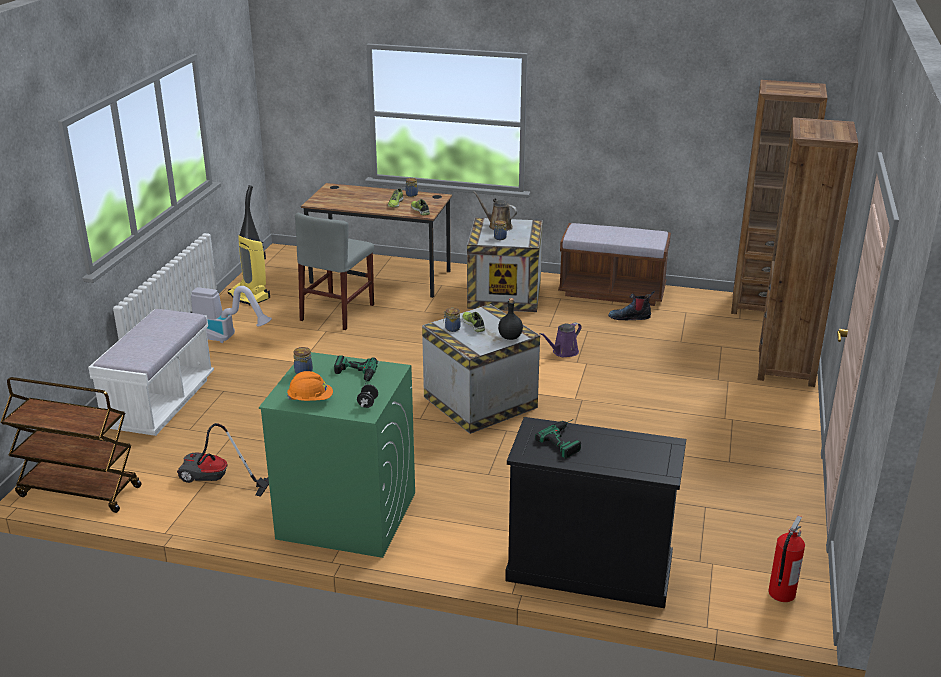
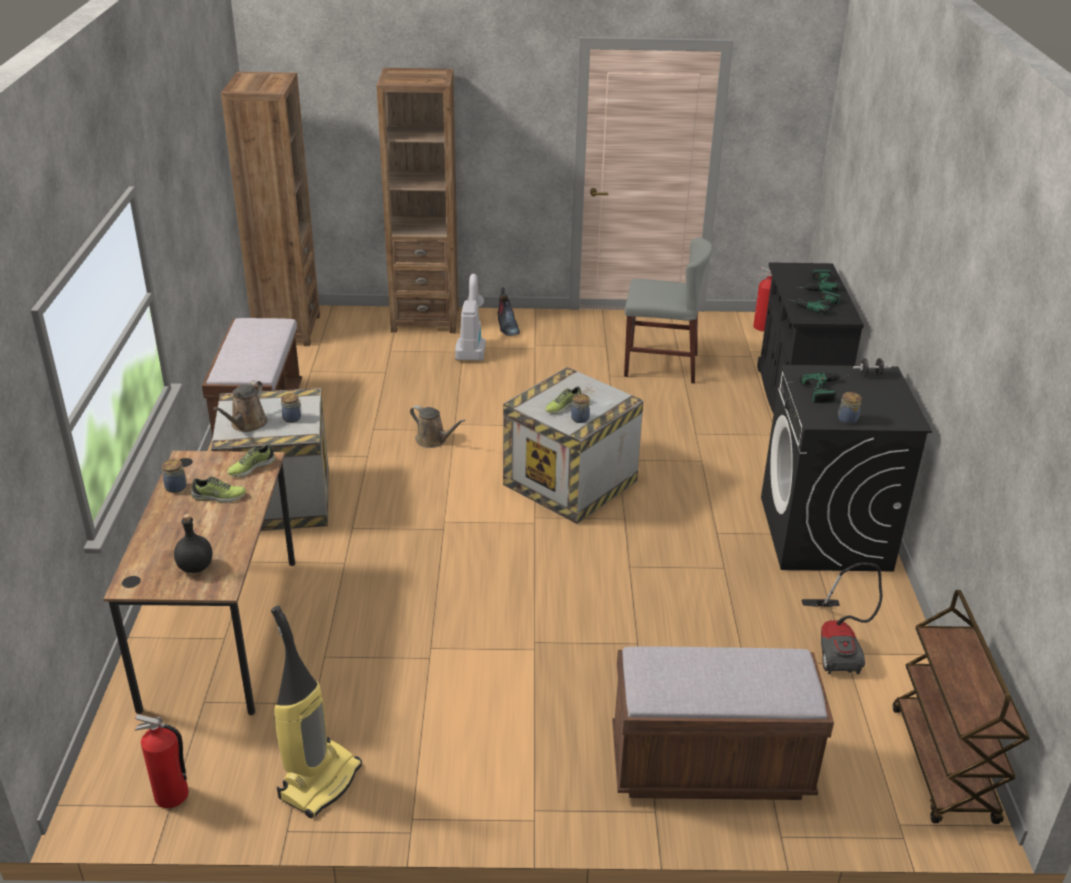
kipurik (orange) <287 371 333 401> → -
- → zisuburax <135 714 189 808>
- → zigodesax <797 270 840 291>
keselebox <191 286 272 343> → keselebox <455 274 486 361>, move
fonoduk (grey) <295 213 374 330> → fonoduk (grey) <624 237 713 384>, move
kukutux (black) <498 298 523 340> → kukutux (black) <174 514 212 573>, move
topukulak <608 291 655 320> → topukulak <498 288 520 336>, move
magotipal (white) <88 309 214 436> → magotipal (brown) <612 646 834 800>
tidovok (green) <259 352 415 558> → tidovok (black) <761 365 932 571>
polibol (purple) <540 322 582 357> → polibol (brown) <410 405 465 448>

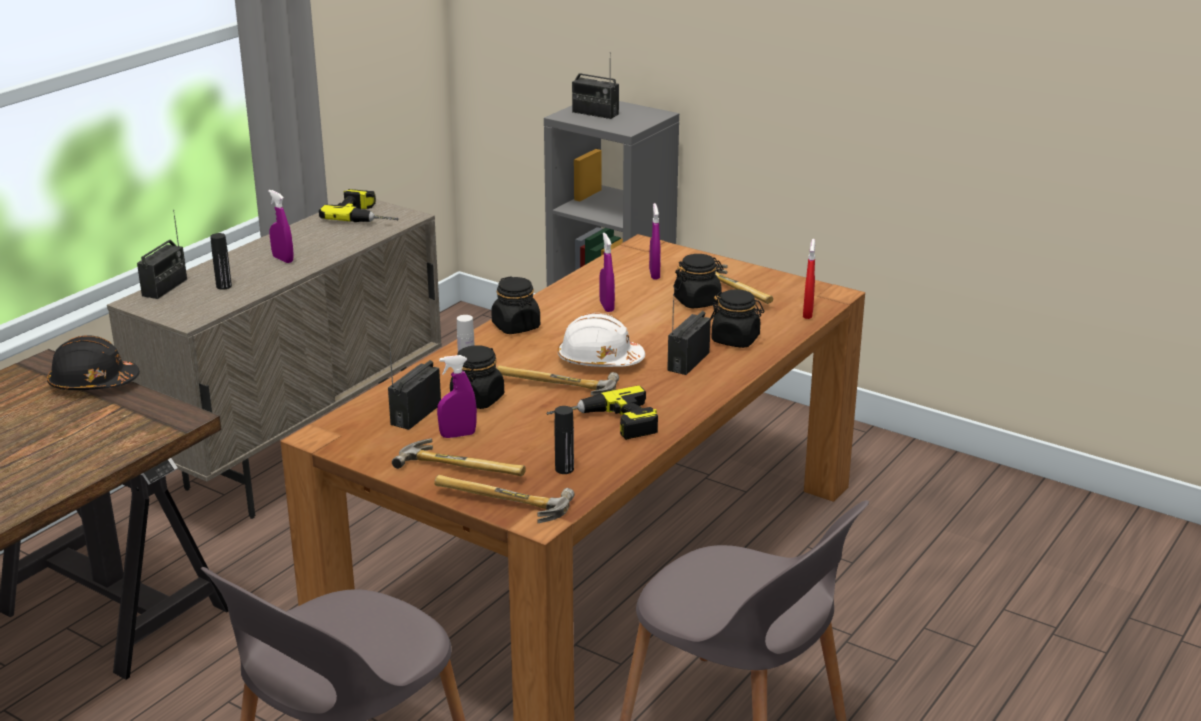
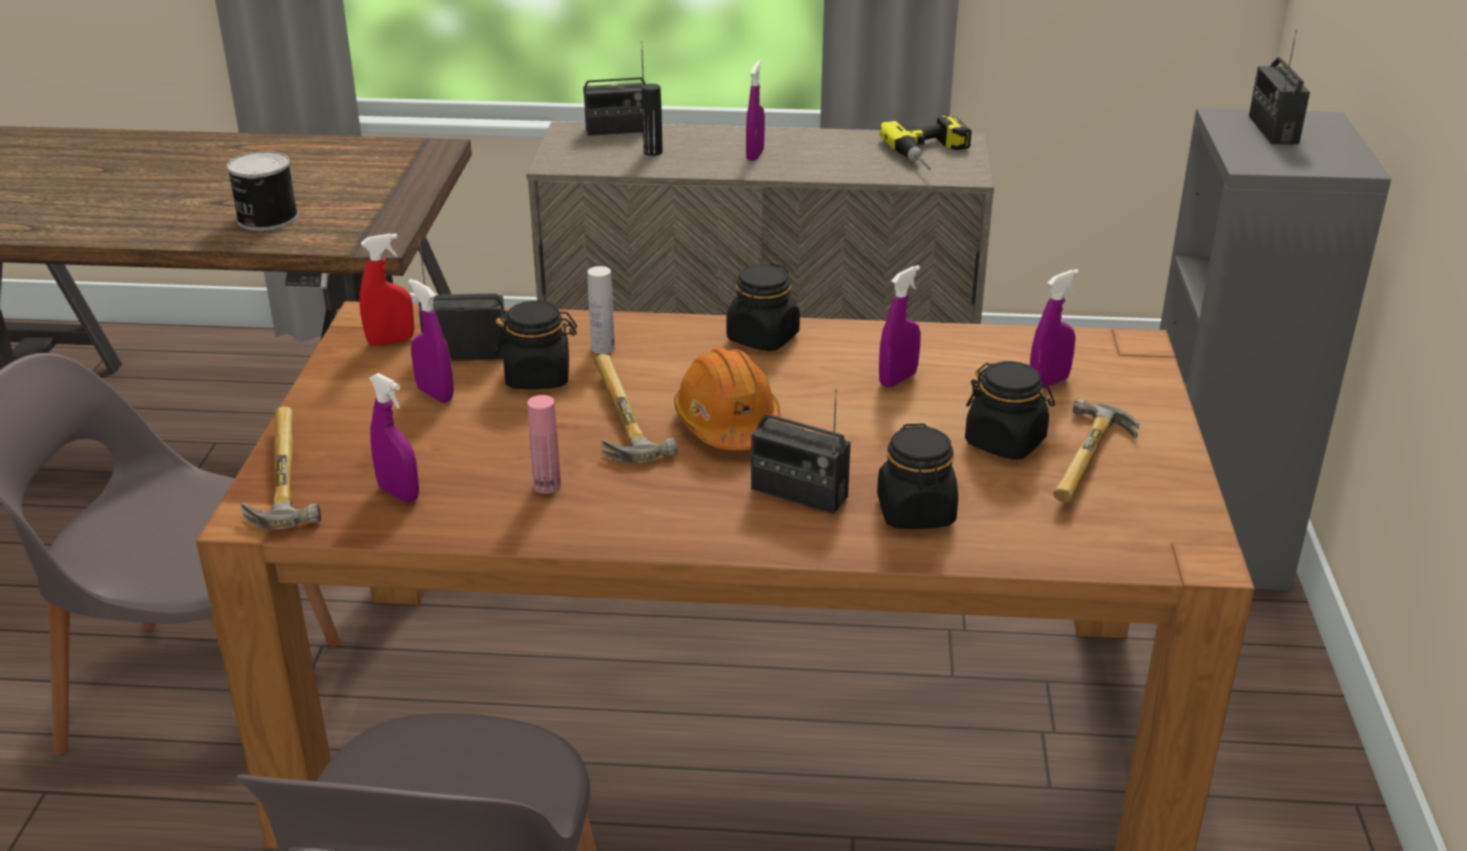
kipurik (black) <47 335 140 390> → -
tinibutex <392 438 526 476> → -
- → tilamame <227 151 298 231>
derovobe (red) <803 239 815 319> → derovobe (red) <360 233 414 346>, move
zigodesax <546 385 658 440> → kukutux (pink) <527 395 561 494>
kukutux (black) <554 406 574 474> → derovobe (purple) <369 373 419 502>
kipurik (white) <558 313 645 367> → kipurik (orange) <674 348 782 450>
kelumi <667 294 711 375> → kelumi <751 389 851 514>, 150 degrees counterclockwise

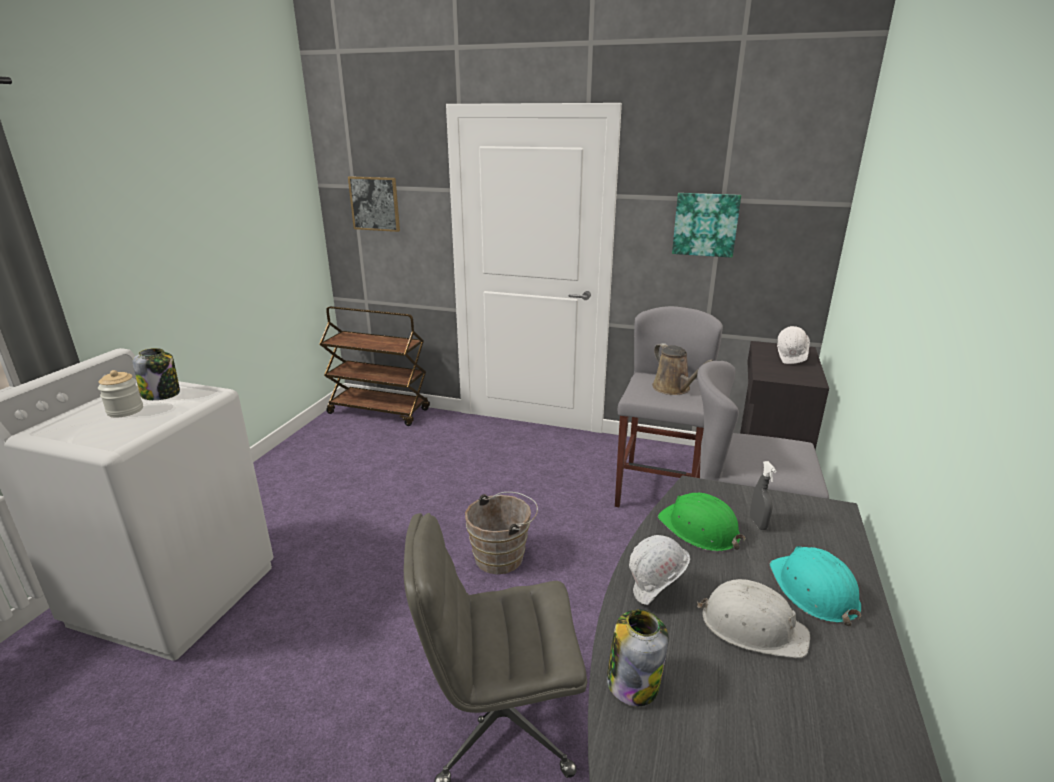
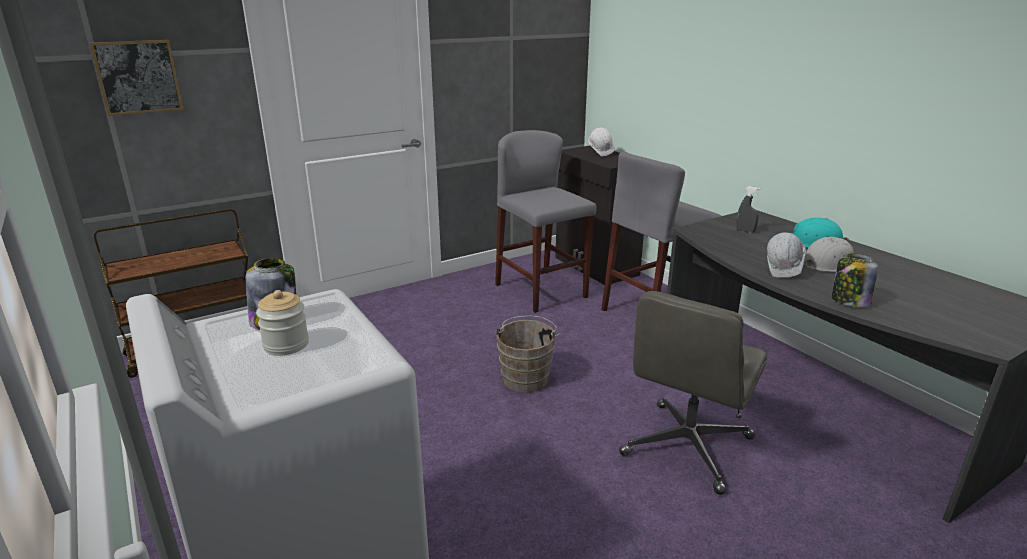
polibol (brown) <652 343 714 395> → -
kipurik (green) <658 493 746 551> → -
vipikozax <672 193 741 258> → -

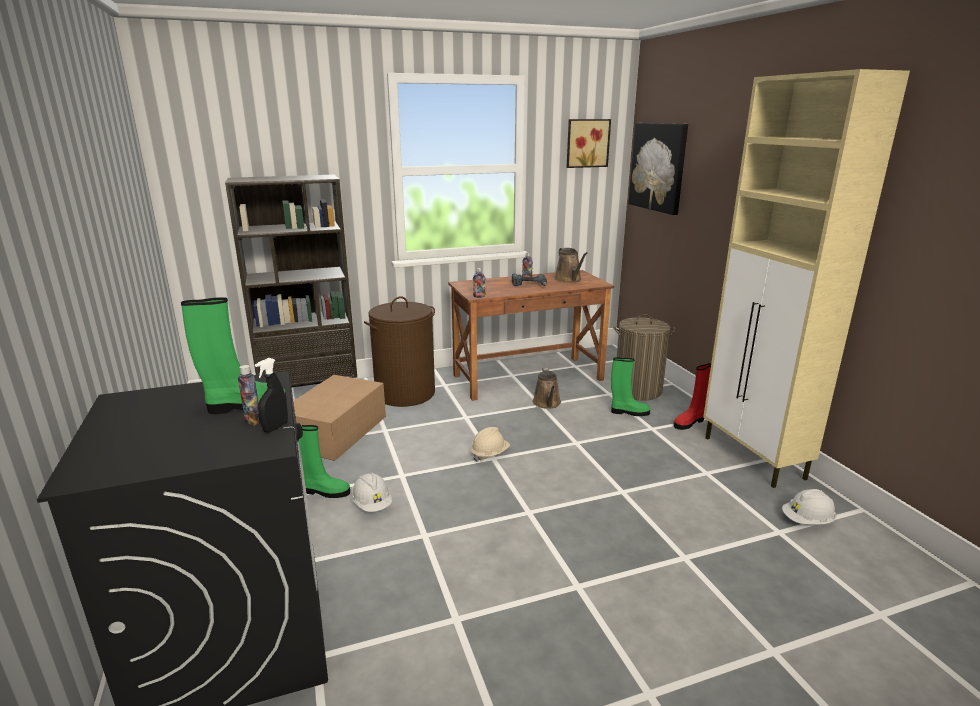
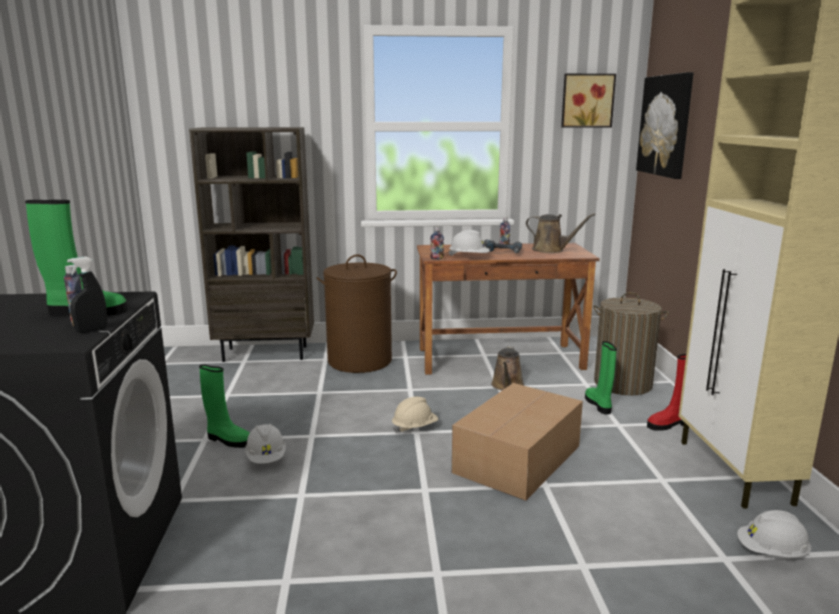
- → kipurik (white) <448 230 490 256>
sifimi <293 375 386 461> → sifimi <452 383 583 501>, move
polibol (brown) <554 247 588 283> → polibol (brown) <526 213 595 253>, 60 degrees counterclockwise
topukulak (green) <611 357 650 416> → topukulak (green) <585 341 617 414>, 120 degrees counterclockwise

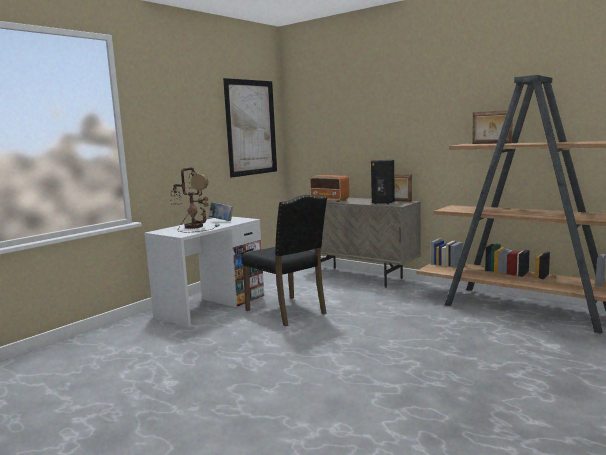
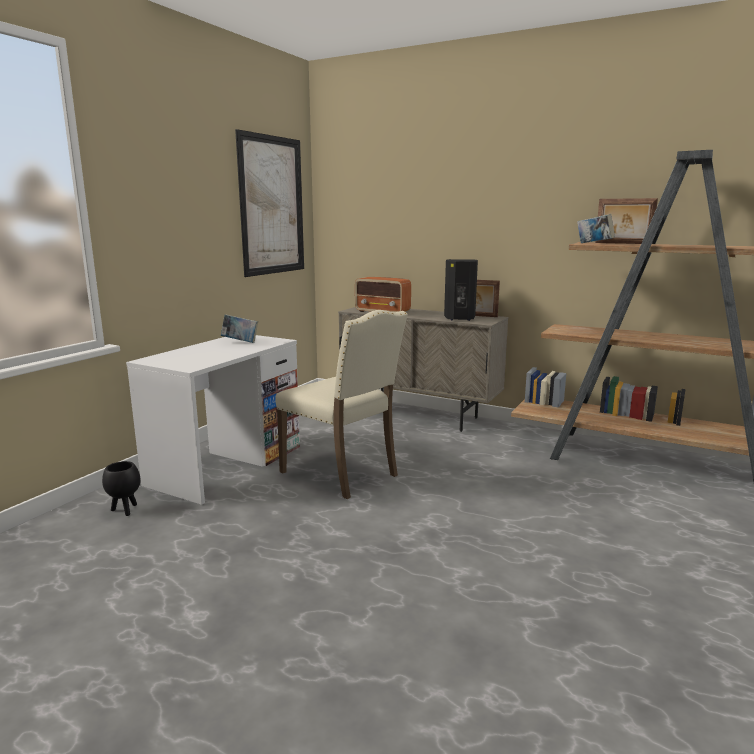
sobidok <170 167 220 233> → -
- → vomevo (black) <102 461 140 516>
- → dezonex <577 214 615 243>
fonoduk (black) <242 195 327 327> → fonoduk (beige) <275 310 408 499>

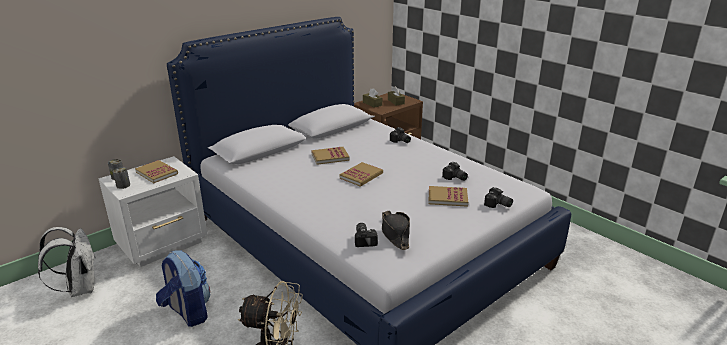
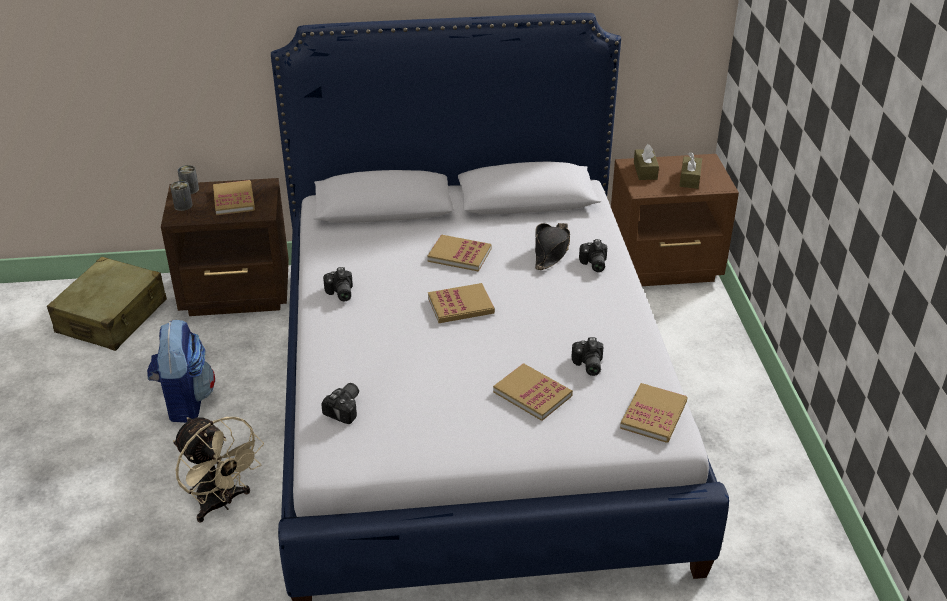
- → dezonex <620 383 688 443>
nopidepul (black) <382 211 410 250> → nopidepul (black) <535 223 570 270>, move
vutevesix <484 187 513 208> → vutevesix <323 267 353 301>, move
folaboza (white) <38 227 96 297> → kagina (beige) <47 257 167 351>
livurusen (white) <99 156 207 267> → livurusen (brown) <161 178 289 316>

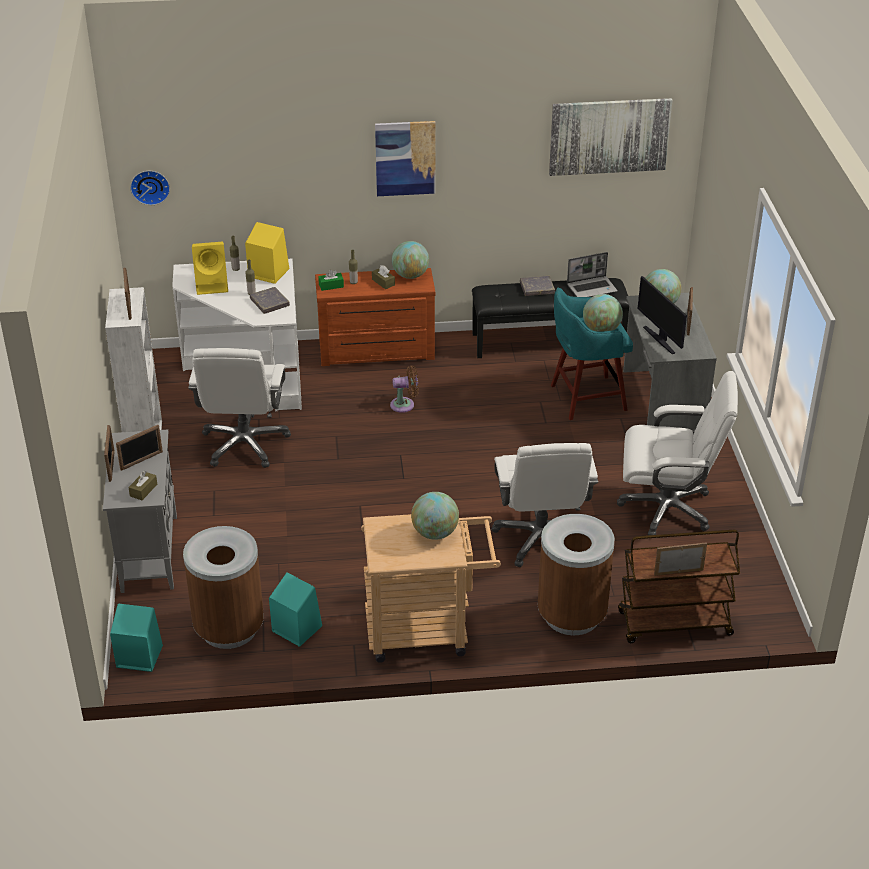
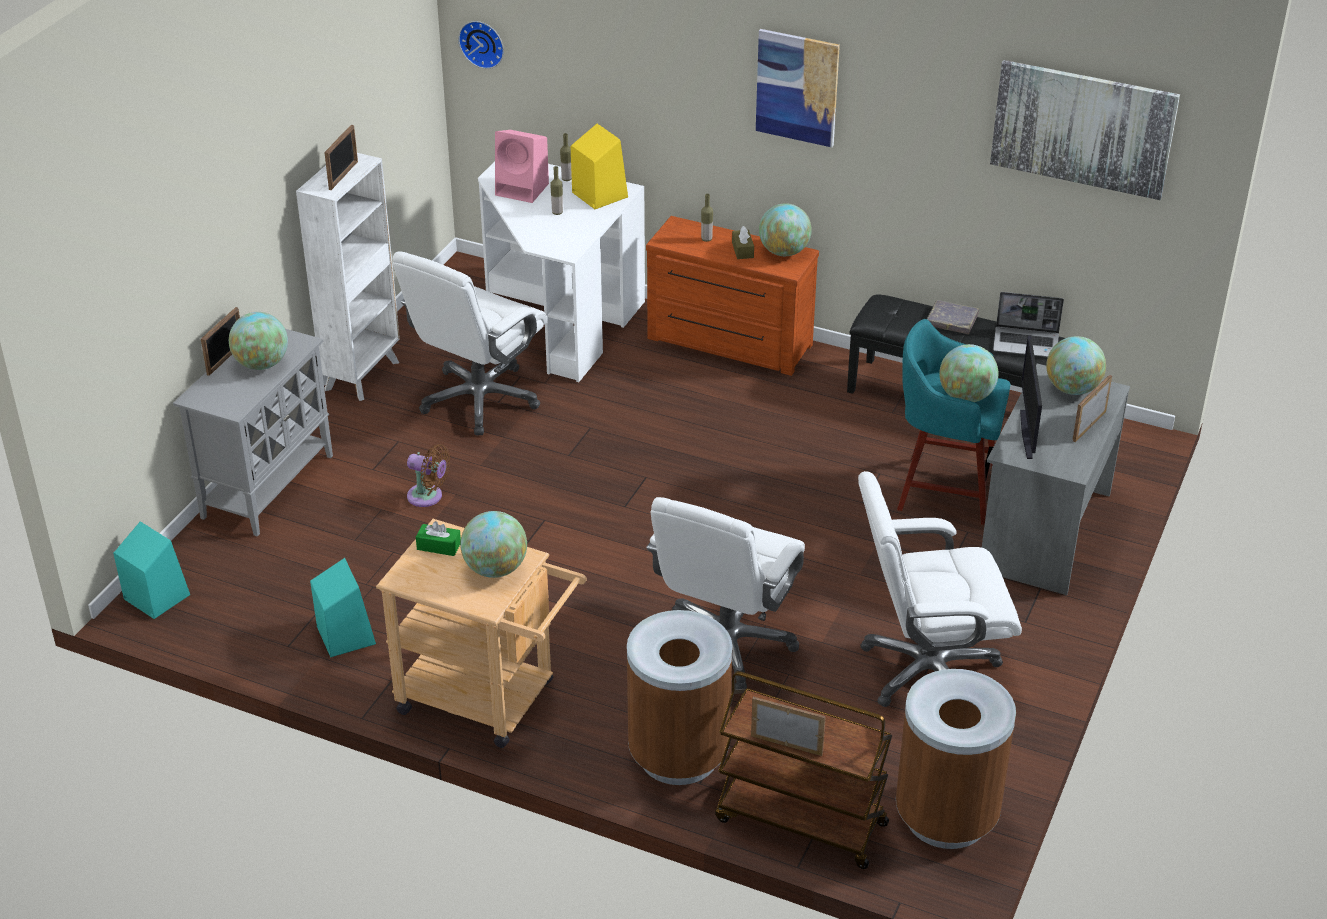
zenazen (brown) <128 471 157 500> → -
dezonex (grey) <250 287 290 314> → -
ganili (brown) <183 526 264 649> → ganili (brown) <896 669 1016 849>, move
zenazen (green) <318 270 344 291> → zenazen (green) <416 521 461 556>, move
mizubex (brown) <390 366 419 413> → mizubex (brown) <407 444 450 507>, move
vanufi <116 425 163 471> → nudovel <229 312 288 370>
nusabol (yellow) <192 242 228 295> → nusabol (pink) <495 130 549 203>
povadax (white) <617 371 738 535> → povadax (white) <858 471 1022 707>, 135 degrees clockwise

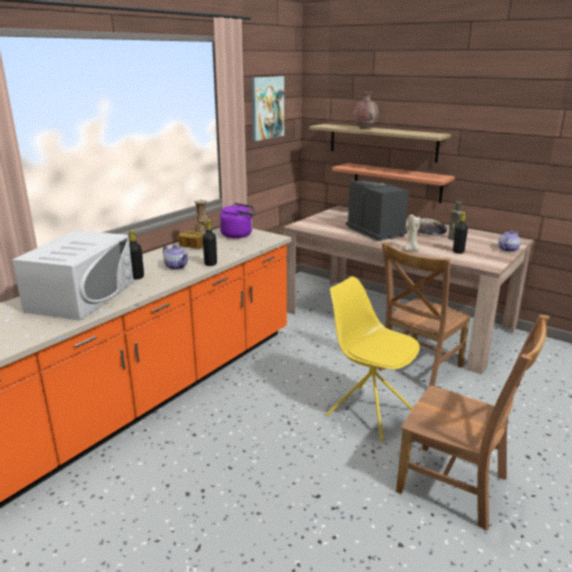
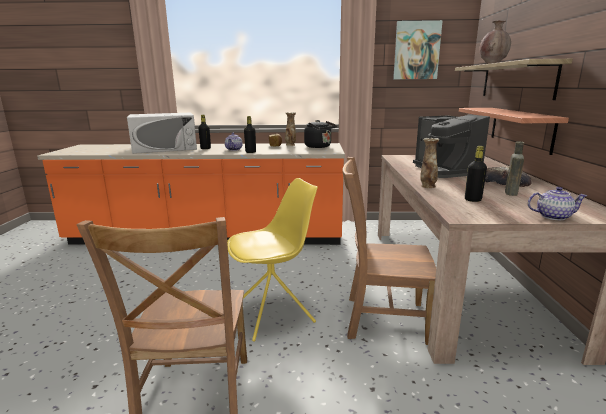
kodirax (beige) <405 215 420 251> → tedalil <420 138 440 188>
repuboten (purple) <219 203 255 238> → repuboten (black) <304 120 337 148>
fonoduk (yellow) <326 276 420 441> → fonoduk (yellow) <227 178 318 342>, 60 degrees clockwise
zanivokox <346 180 409 241> → zanivokox <413 114 490 178>, 135 degrees clockwise

